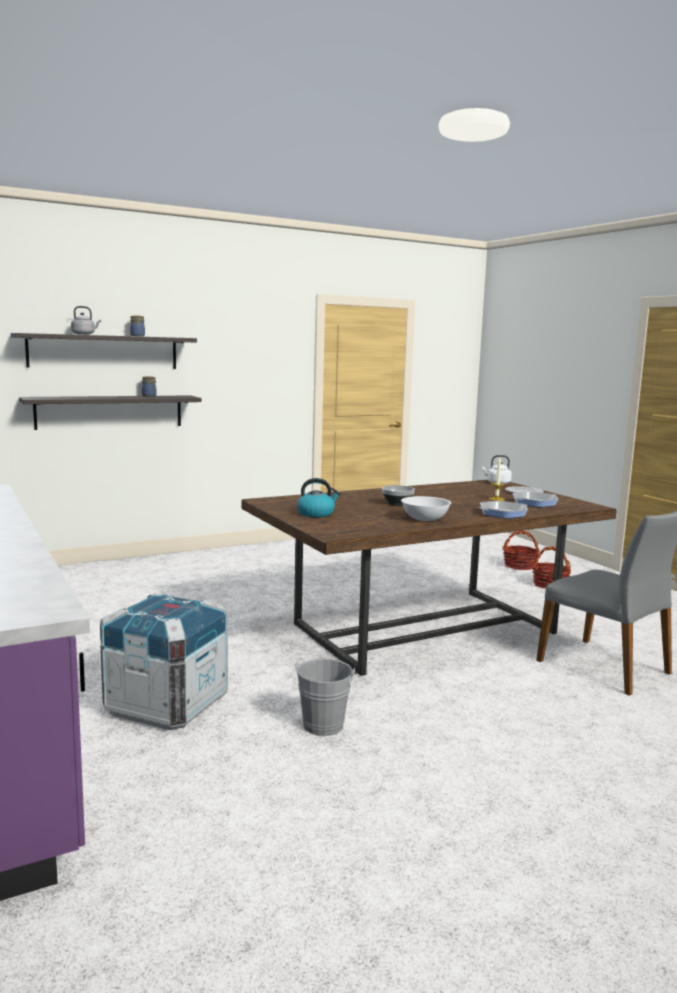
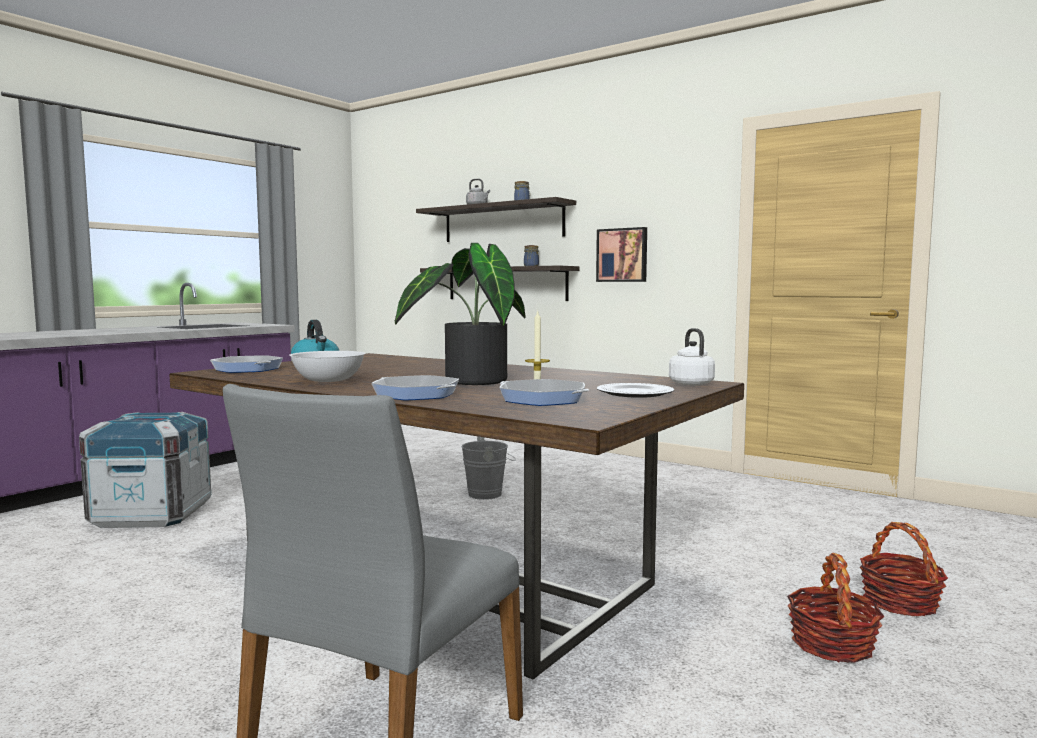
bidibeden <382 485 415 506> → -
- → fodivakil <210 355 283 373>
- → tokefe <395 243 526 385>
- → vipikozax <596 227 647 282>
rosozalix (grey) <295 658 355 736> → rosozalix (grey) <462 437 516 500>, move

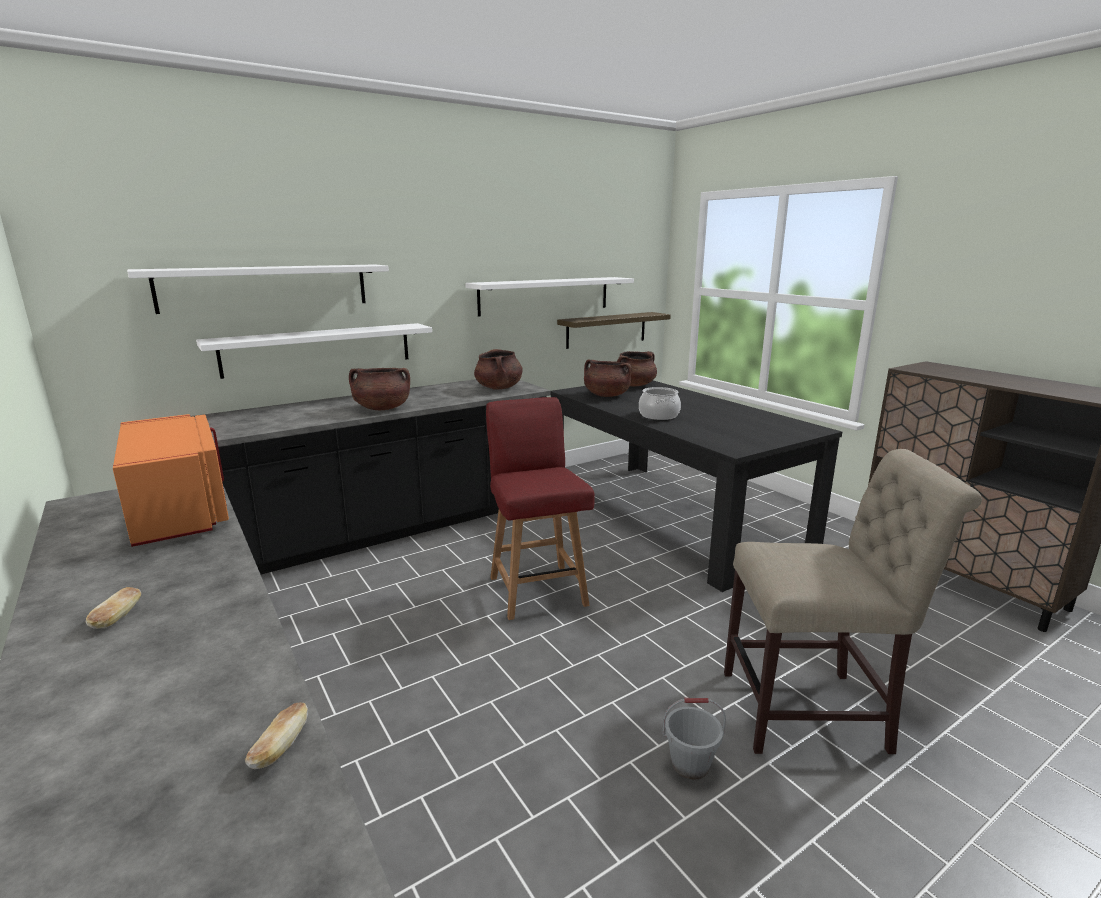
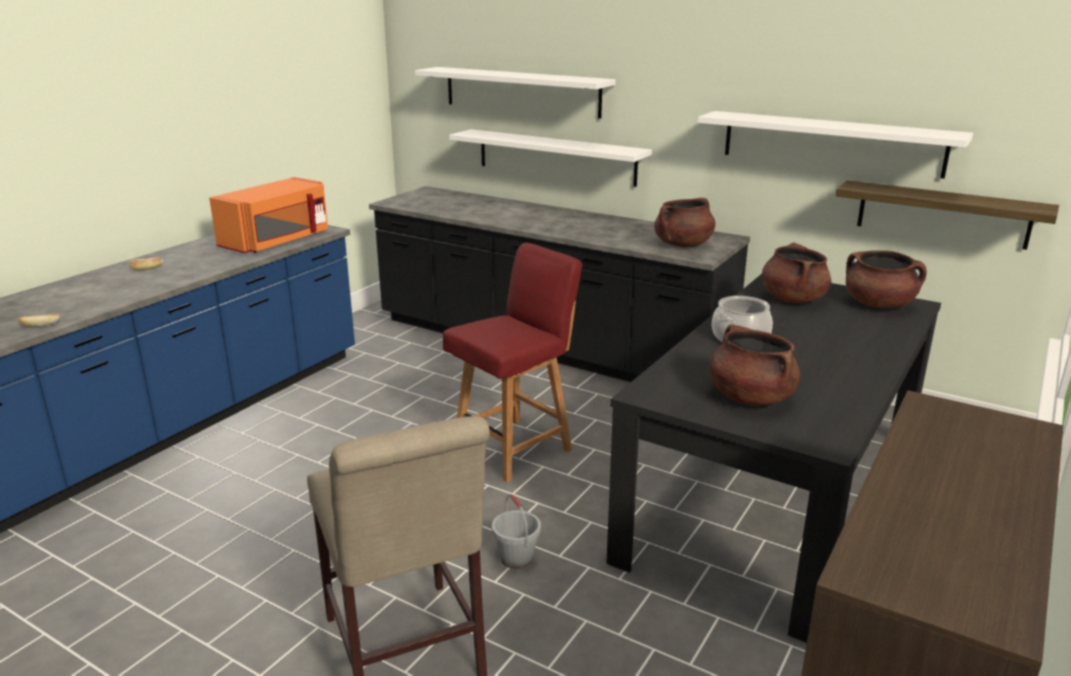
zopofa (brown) <349 368 410 410> → zopofa (brown) <709 324 800 406>, move
rosozalix (grey) <662 698 726 780> → rosozalix (grey) <492 494 541 569>, move

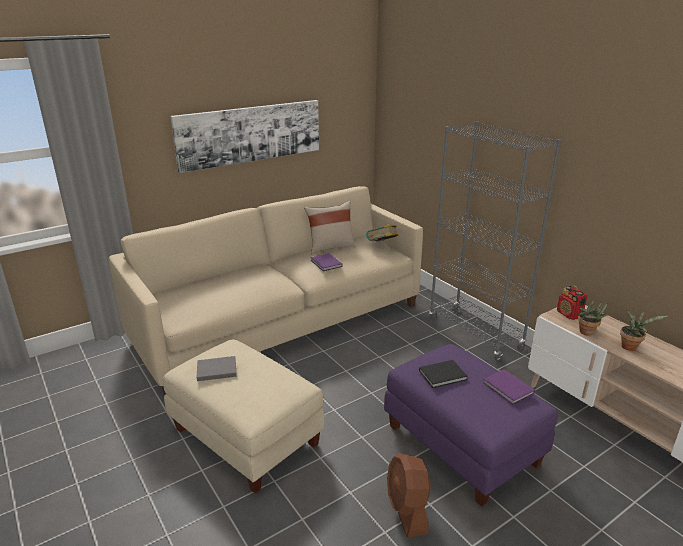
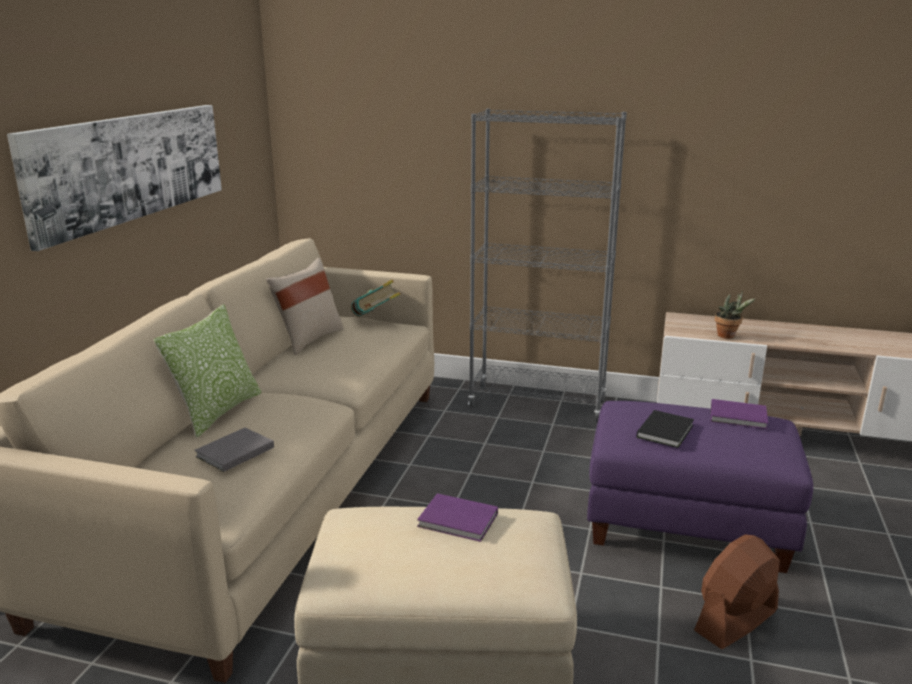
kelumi <557 285 588 320> → -
tokefe <620 310 668 351> → -
- → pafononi <153 304 261 438>
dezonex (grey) <197 356 237 381> → dezonex (grey) <195 428 274 472>, move
dezonex (purple) <310 253 342 271> → dezonex (purple) <417 493 498 542>, move
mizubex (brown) <387 453 431 538> → mizubex (brown) <694 534 780 649>, 105 degrees clockwise

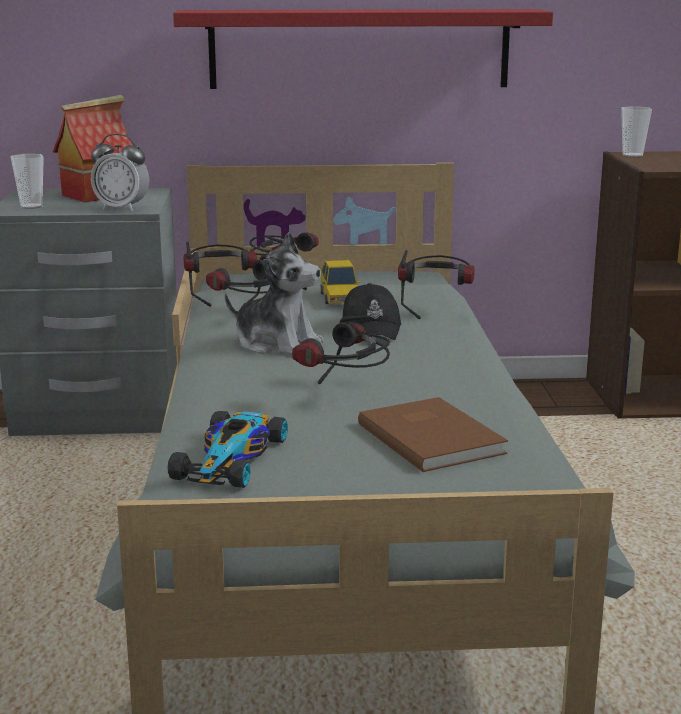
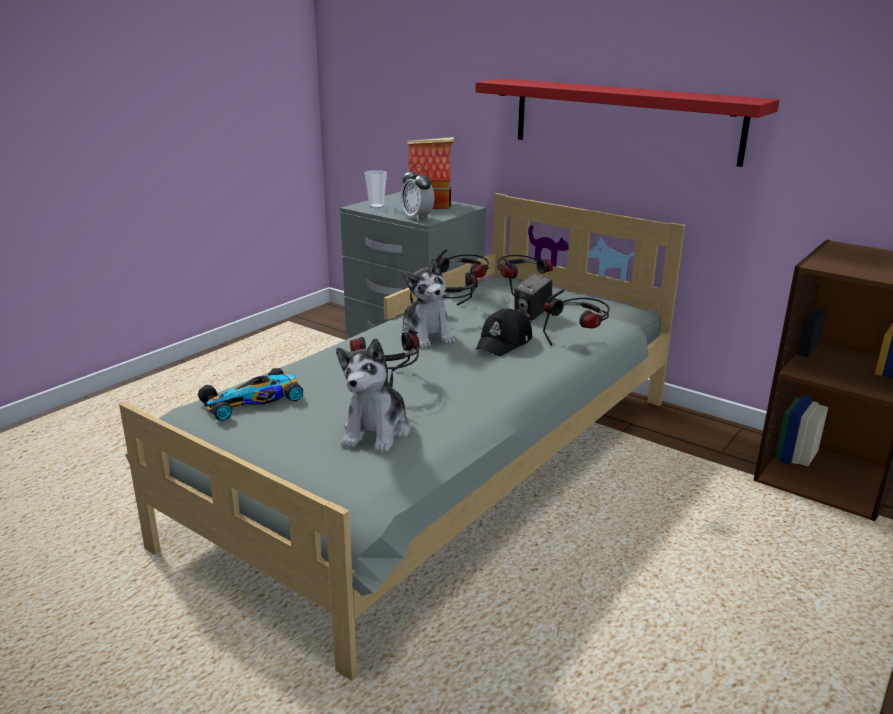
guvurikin <621 106 652 157> → -
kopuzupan <320 260 360 305> → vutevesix <514 273 552 320>
dezonex (brown) <358 397 508 472> → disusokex <336 338 410 452>

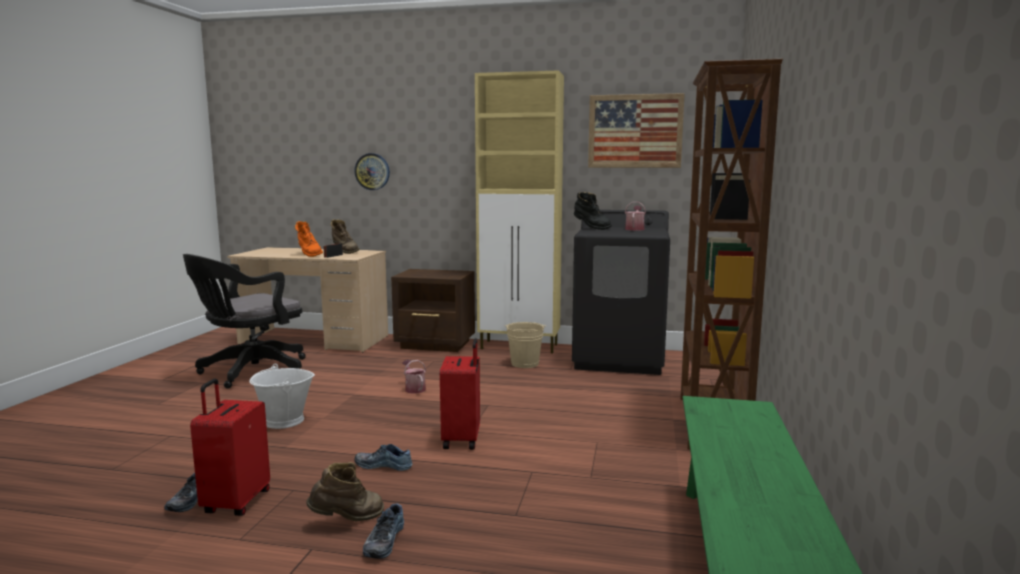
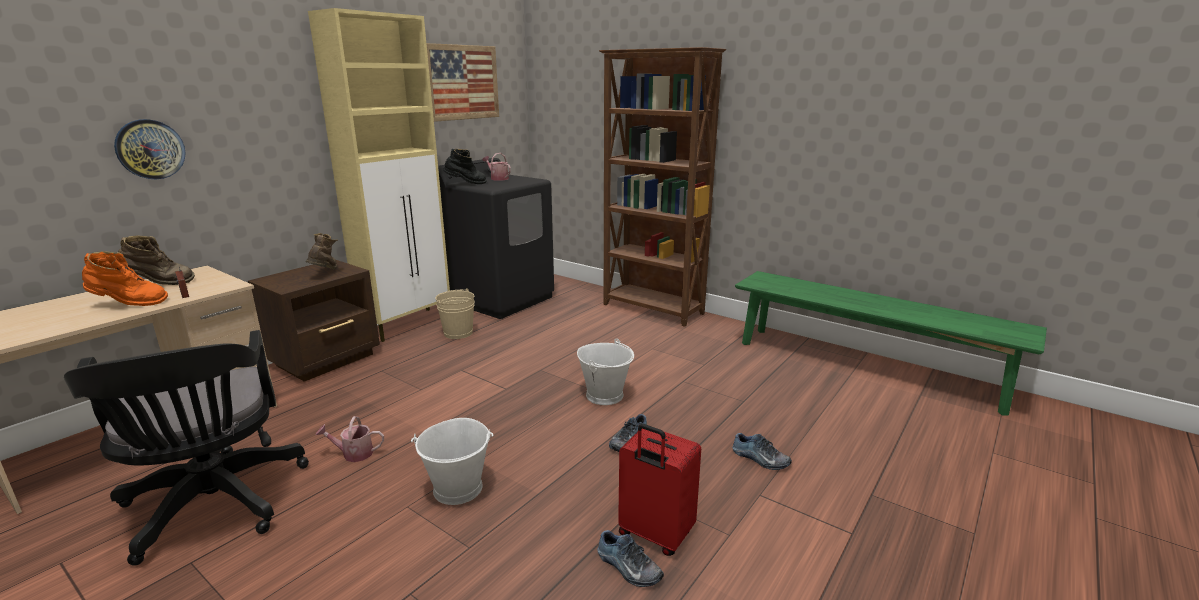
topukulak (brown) <306 462 384 522> → topukulak (brown) <306 233 338 270>, move
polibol <402 360 426 394> → polibol <316 416 384 462>, move
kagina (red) <440 338 480 450> → rosozalix (white) <577 338 634 405>

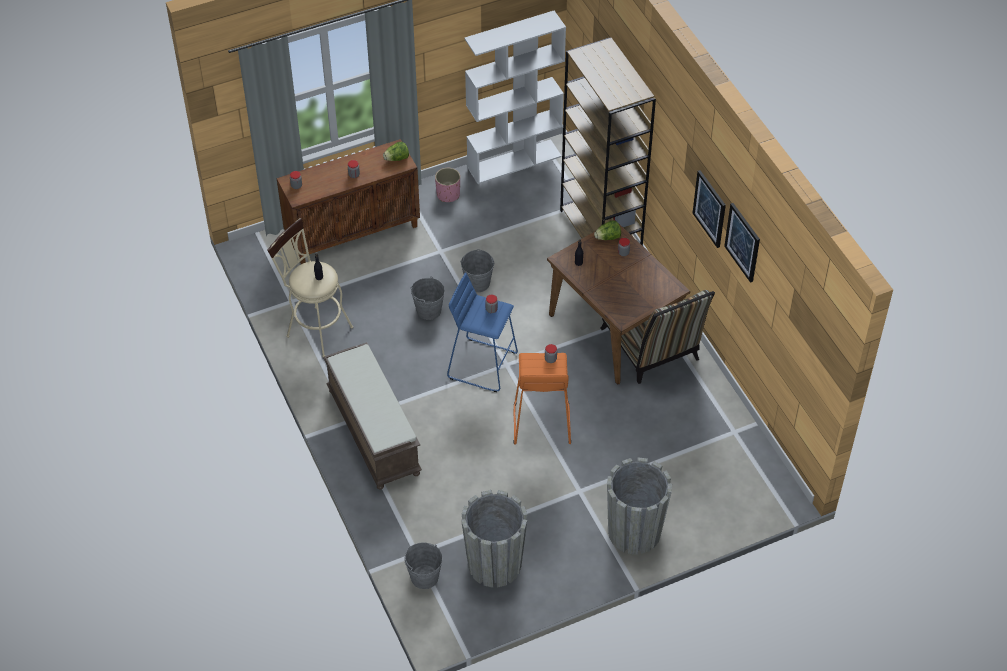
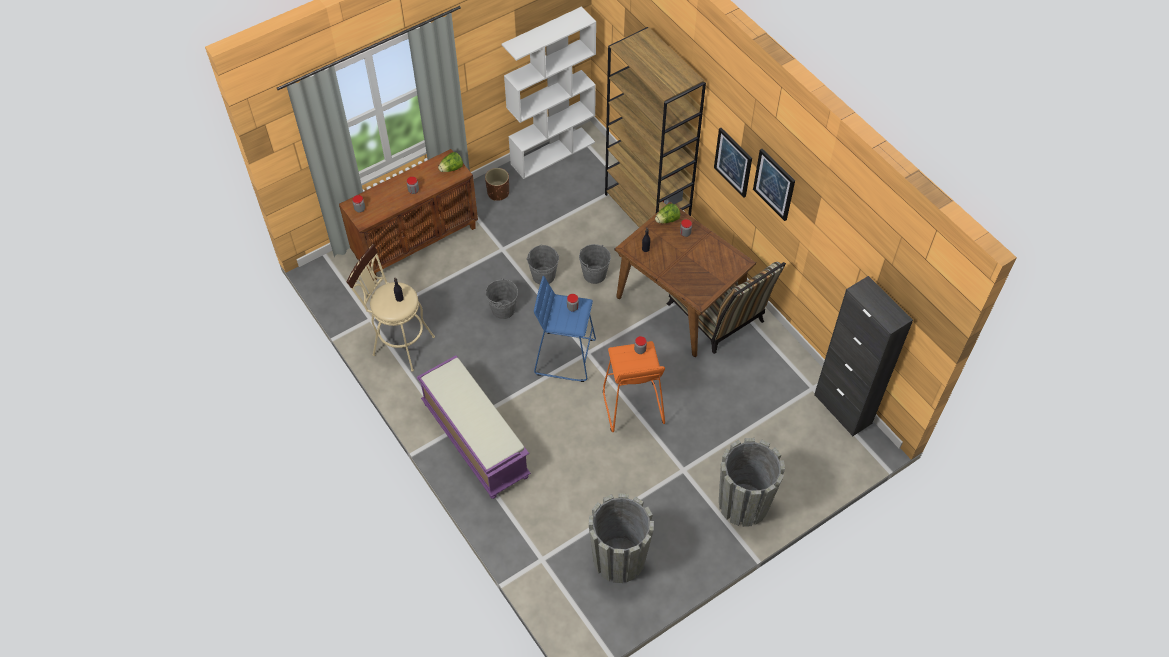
- → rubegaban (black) <814 276 913 437>
rosozalix (grey) <405 542 443 589> → rosozalix (grey) <579 244 611 284>, move
vipikozax <724 203 760 283> → vipikozax <714 128 752 198>, move
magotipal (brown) <323 342 422 490> → magotipal (purple) <417 355 531 499>
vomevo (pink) <435 168 460 202> → vomevo (brown) <485 168 509 201>

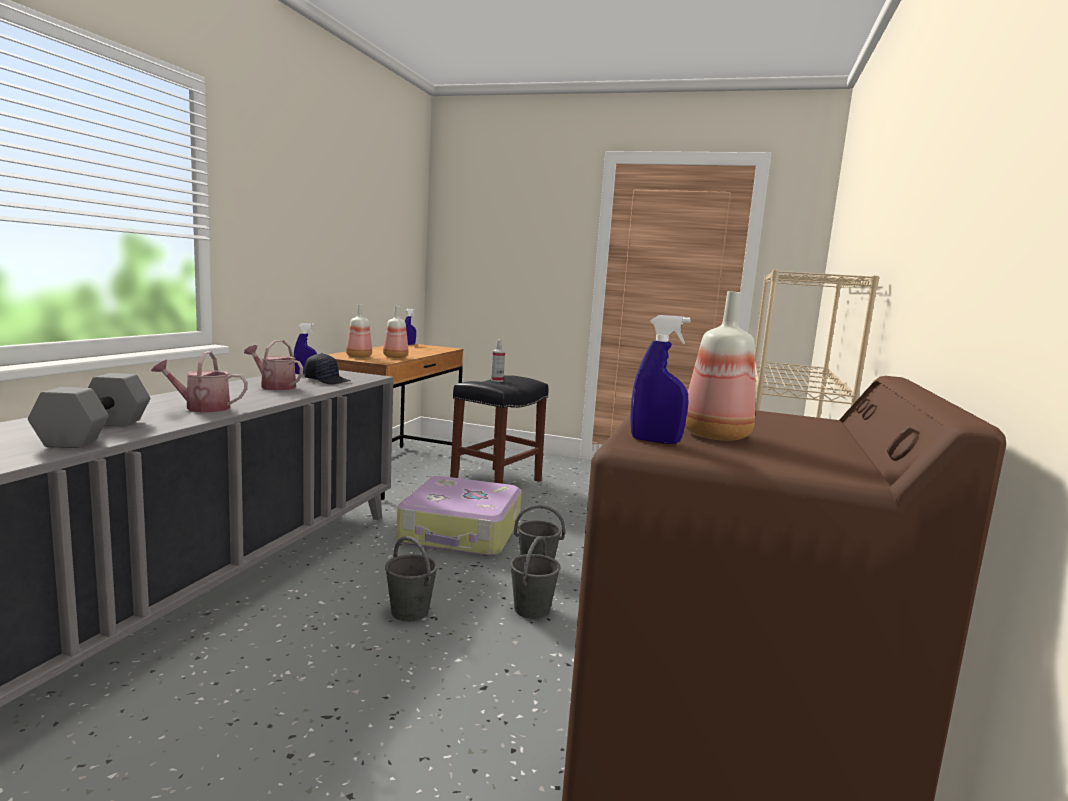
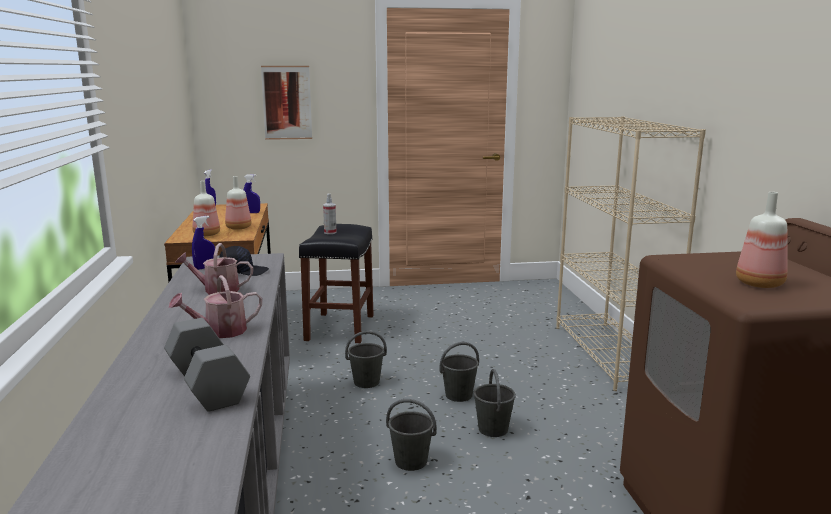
- → vipikozax <261 66 312 140>
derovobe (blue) <630 315 690 444> → derovobe (blue) <244 174 260 213>, move
kagina <396 476 522 556> → rosozalix (grey) <345 331 387 388>

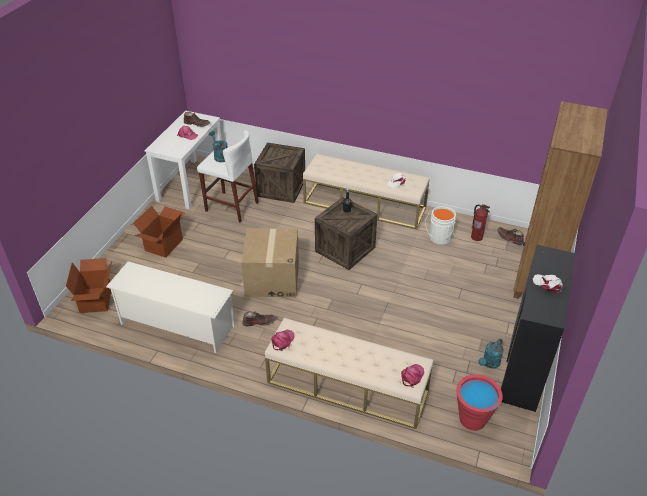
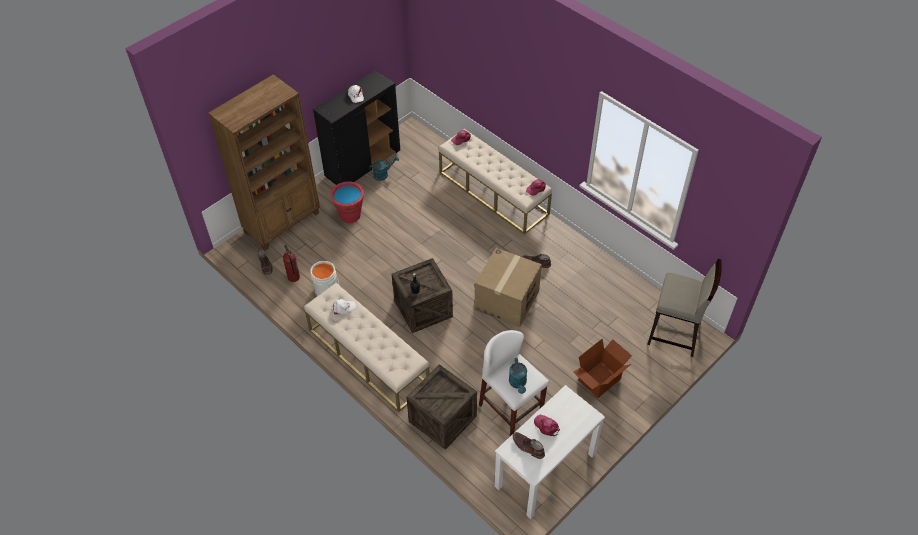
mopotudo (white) <106 261 235 353> → -
rosozalix (red) <456 374 503 431> → rosozalix (red) <330 181 364 223>, move
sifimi <66 258 112 313> → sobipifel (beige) <647 259 722 357>

